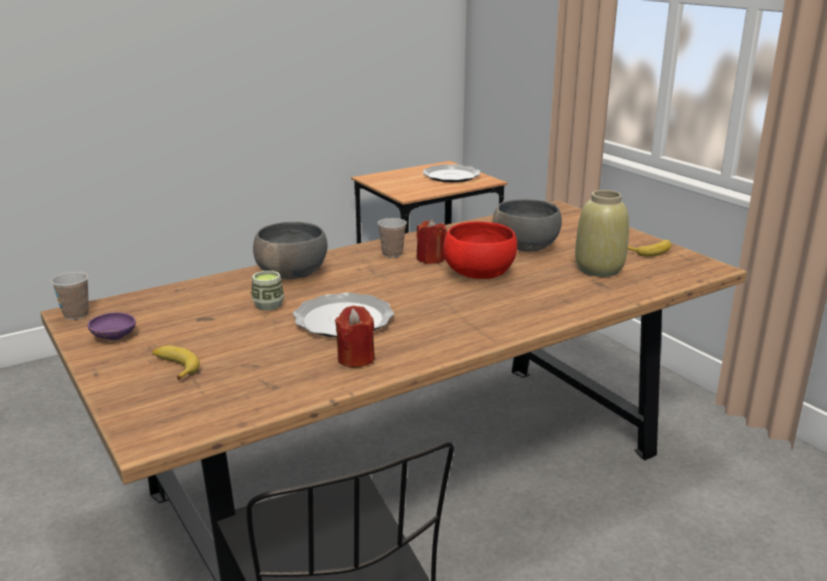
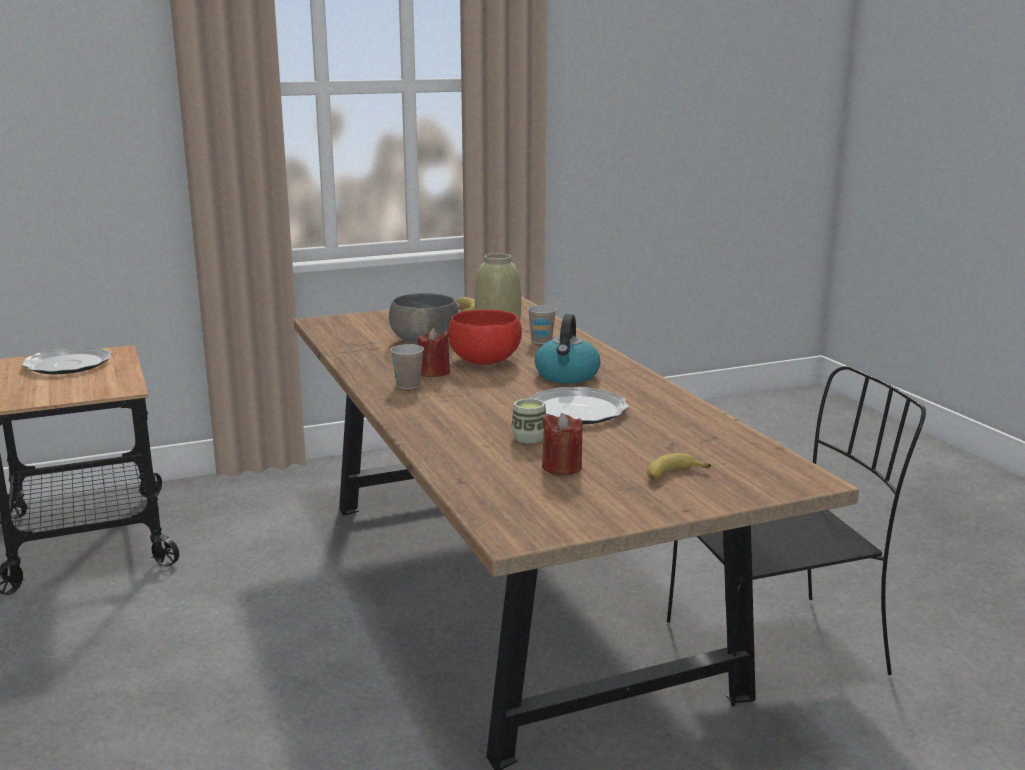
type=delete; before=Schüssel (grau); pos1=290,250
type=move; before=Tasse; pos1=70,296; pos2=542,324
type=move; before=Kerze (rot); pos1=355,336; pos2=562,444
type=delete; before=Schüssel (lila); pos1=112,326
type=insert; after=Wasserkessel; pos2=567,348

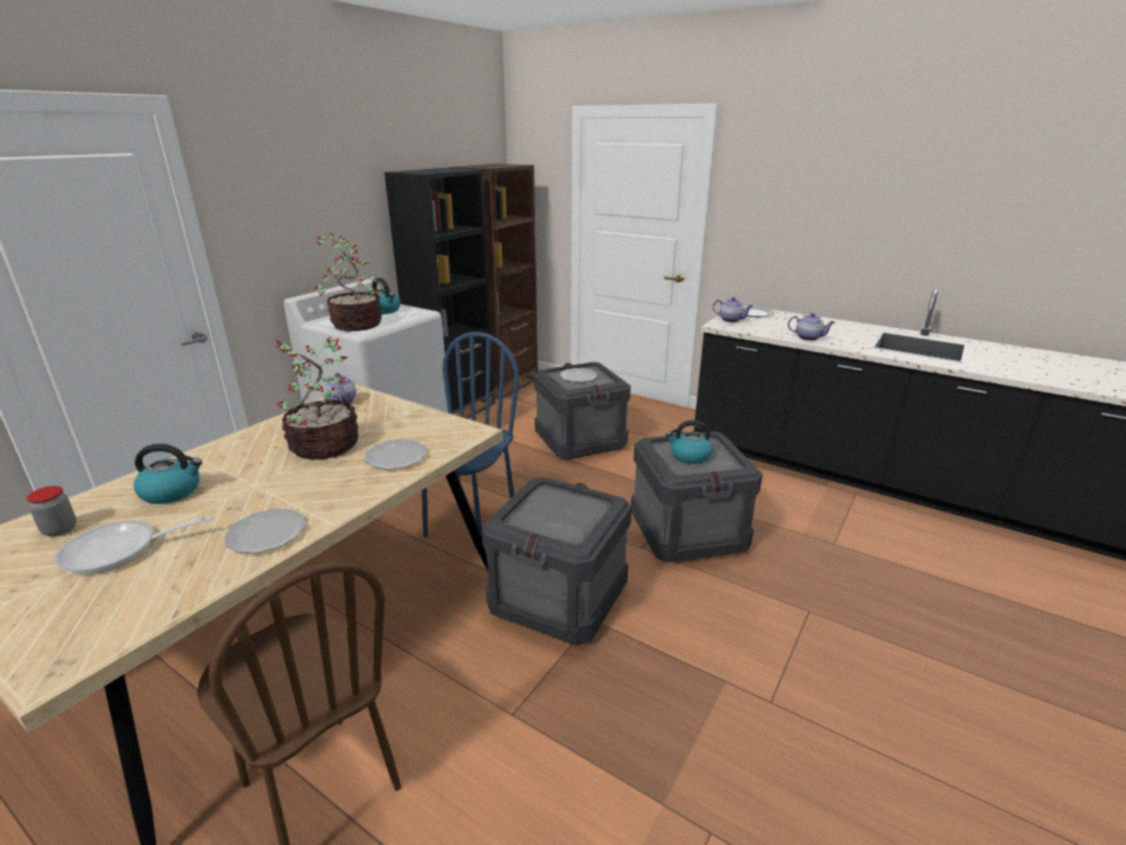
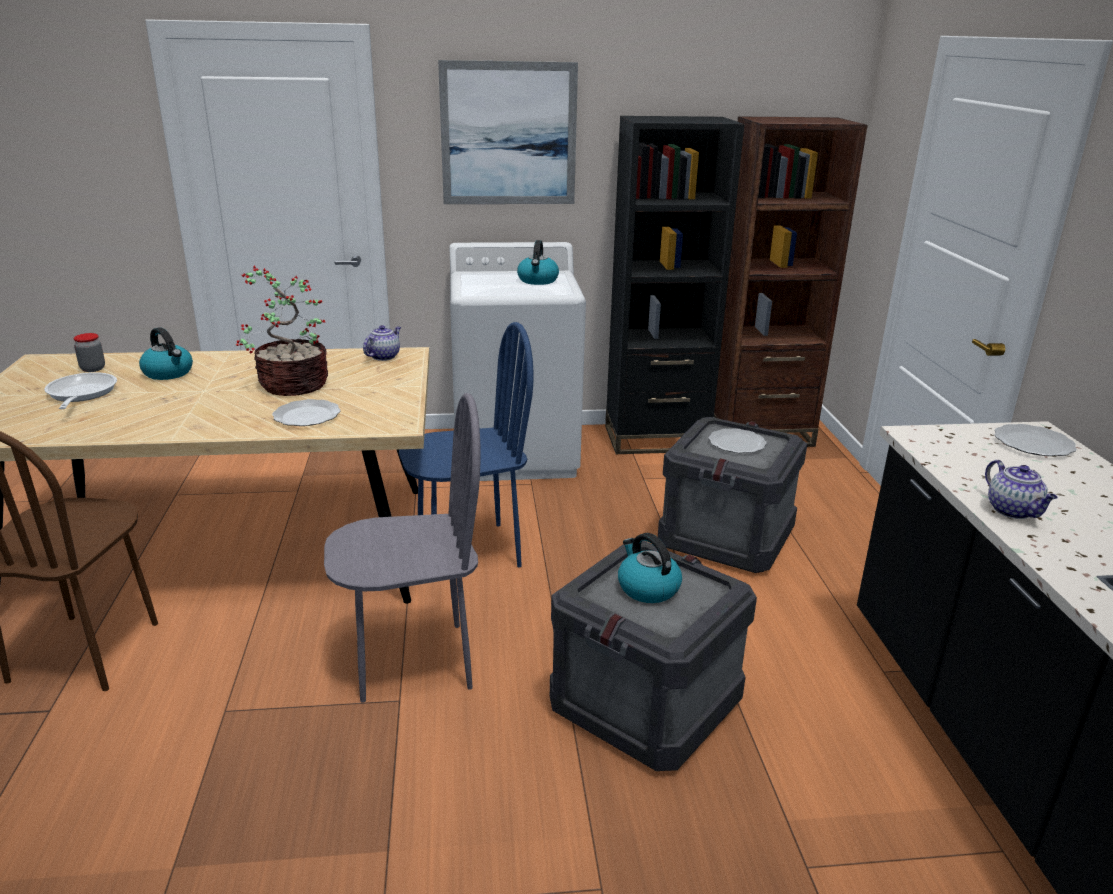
type=delete; before=Topfpflanze; pos1=348,281
type=delete; before=Teekanne; pos1=733,310
type=replace; before=Kiste; after=Stuhl (grau); pos1=557,561; pos2=402,548
type=delete; before=Teller; pos1=265,531
type=rotate; before=Pfanne; pos1=134,545; pos2=80,390; turn=45
type=insert; after=Bild; pos2=508,132

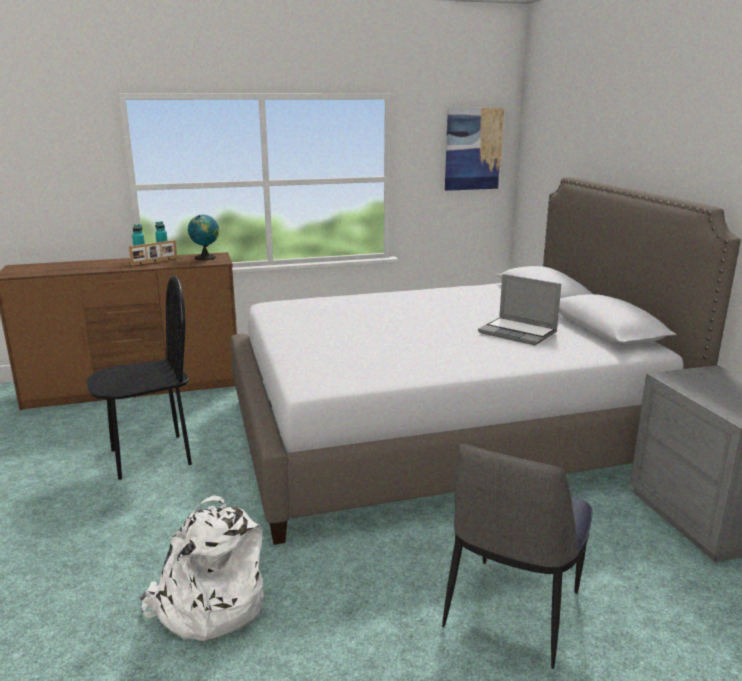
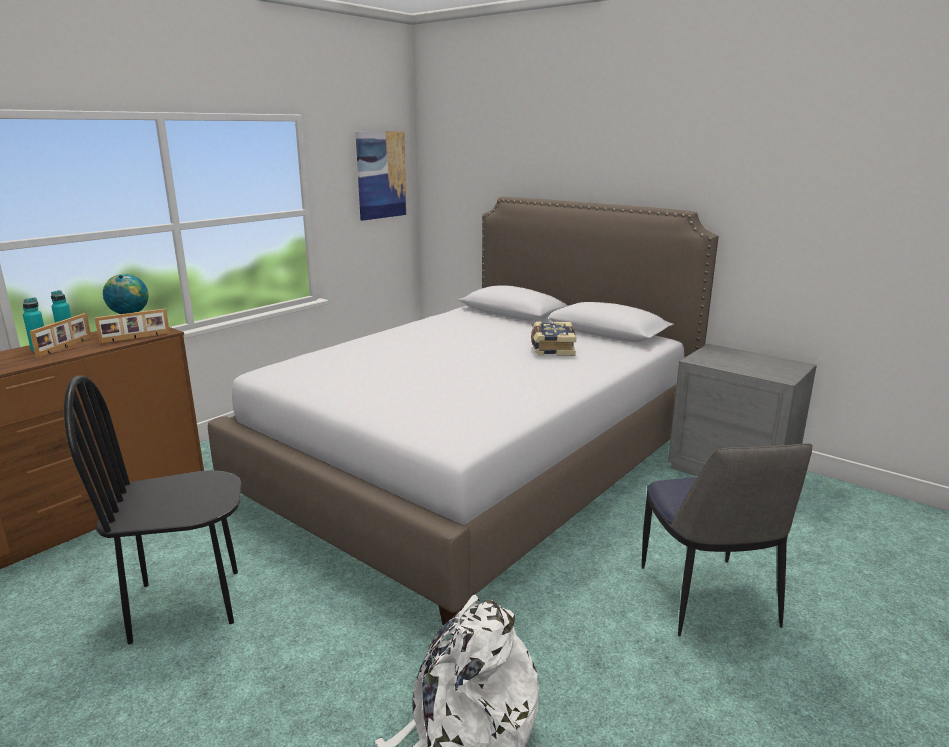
type=replace; before=Laptop; after=Buch; pos1=519,309; pos2=553,339
type=rotate; before=Stuhl (schwarz); pos1=139,377; pos2=153,509; turn=-135
type=insert; after=Bilderrahmen; pos2=132,326

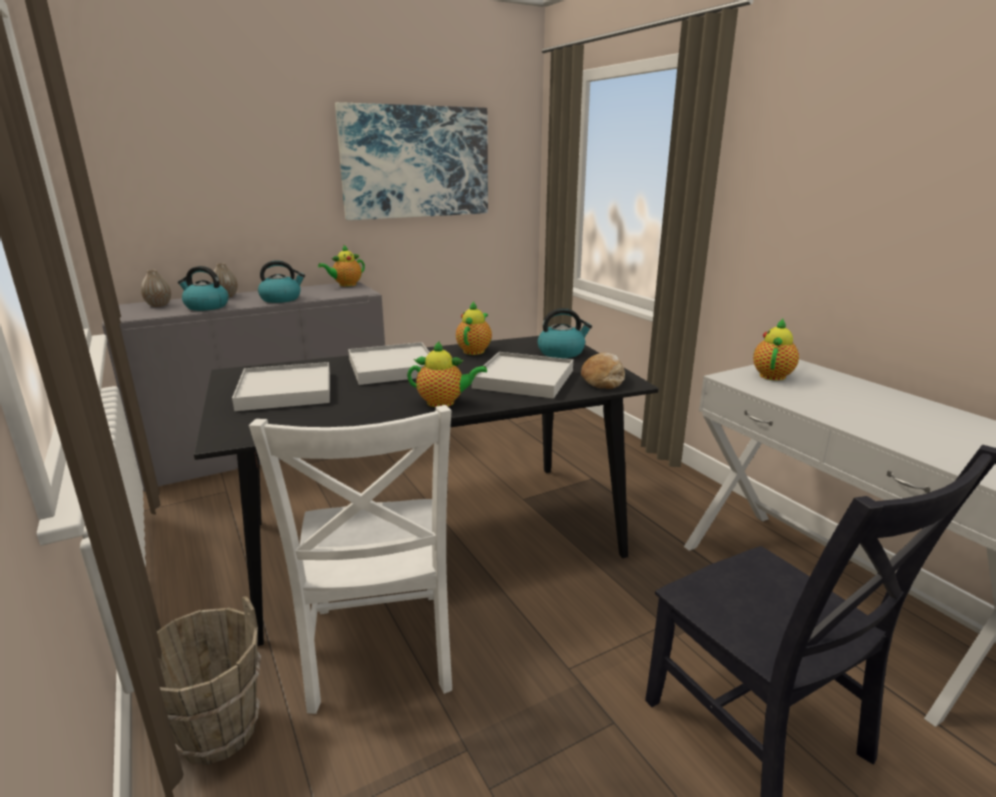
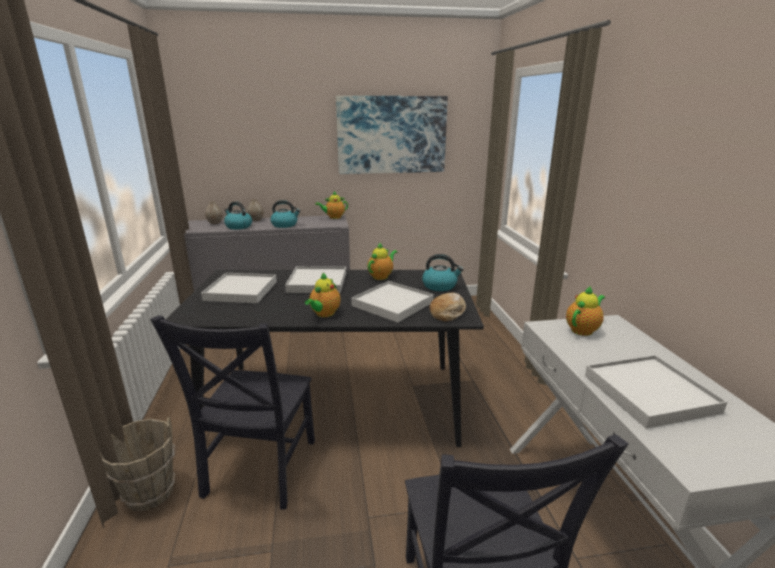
type=rotate; before=Teekanne; pos1=447,374; pos2=323,295; turn=90
type=recolor; before=Stuhl (weiß); after=Stuhl (schwarz); pos1=350,559; pos2=232,412
type=insert; after=Tablett (weiß); pos2=656,392

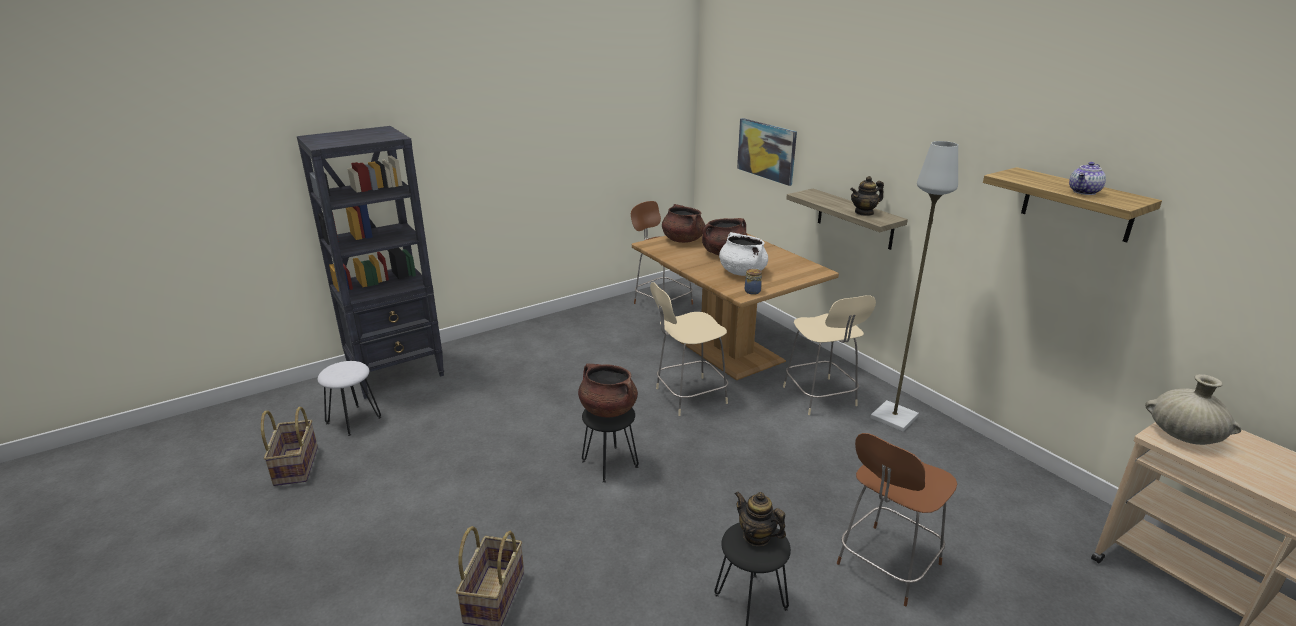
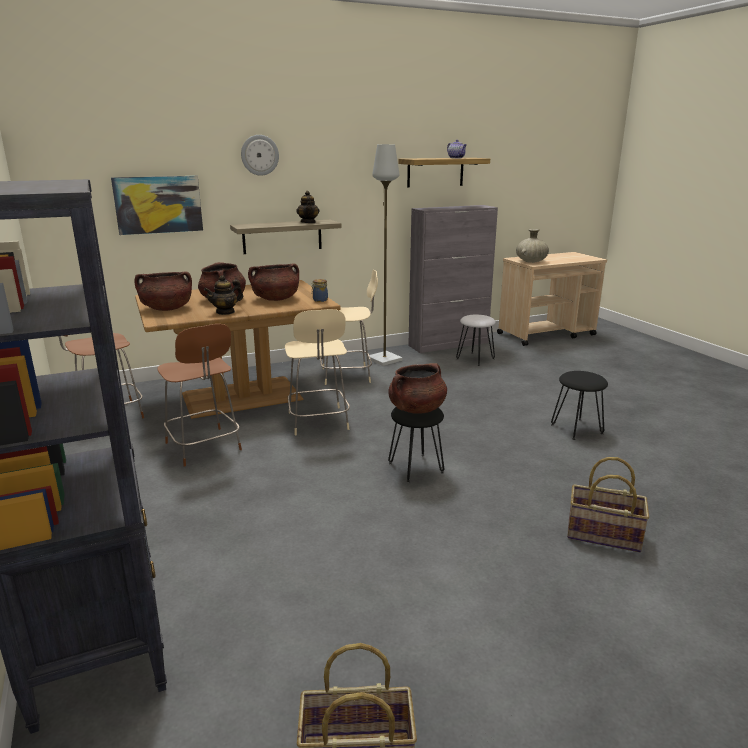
type=recolor; before=Kochtopf (weiß); after=Kochtopf (braun); pos1=743,254; pos2=273,282
type=move; before=Hocker (weiß); pos1=349,398; pos2=476,340
type=move; before=Stuhl (braun); pos1=897,519; pos2=199,395
type=move; before=Teekanne; pos1=760,519; pos2=223,295
type=insert; after=Wanduhr; pos2=260,155
type=insert; after=Schrank (grau); pos2=453,279

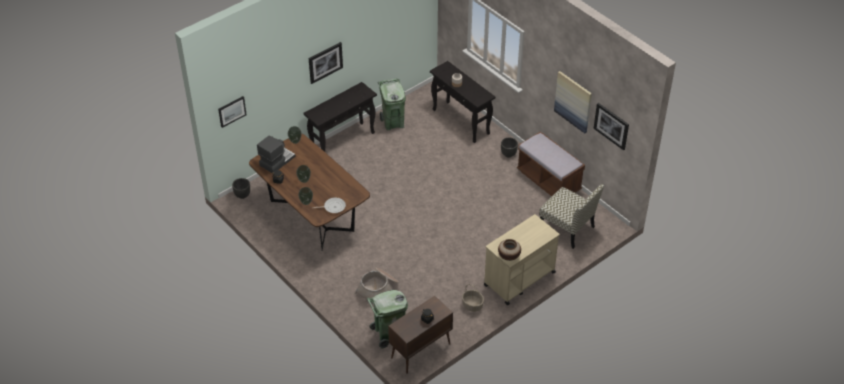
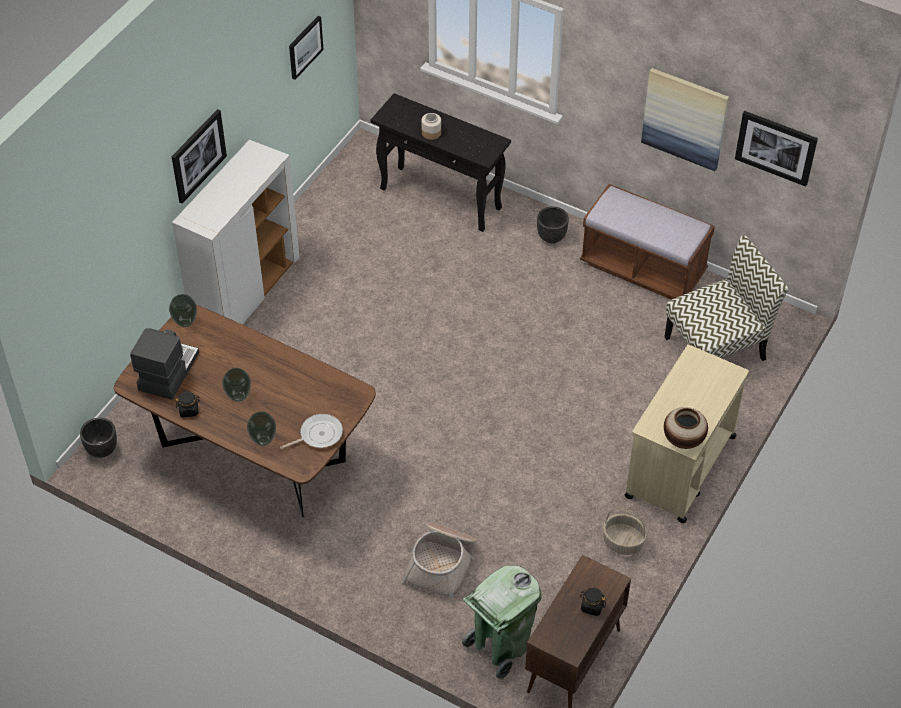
type=delete; before=Mülleimer (grün); pos1=392,104
type=replace; before=Konsolentisch (schwarz); after=Schrank (weiß); pos1=340,117; pos2=236,232
type=move; before=Bild; pos1=232,112; pos2=306,48
type=rotate; before=Stuhl; pos1=571,216; pos2=726,298; turn=-45

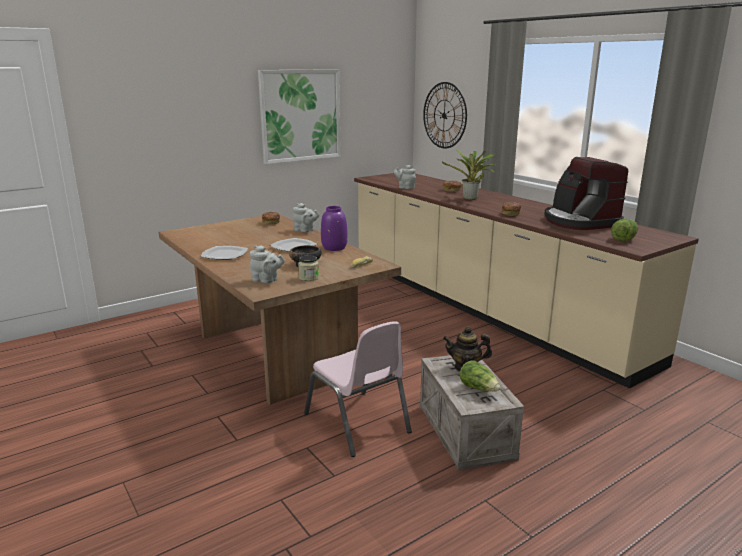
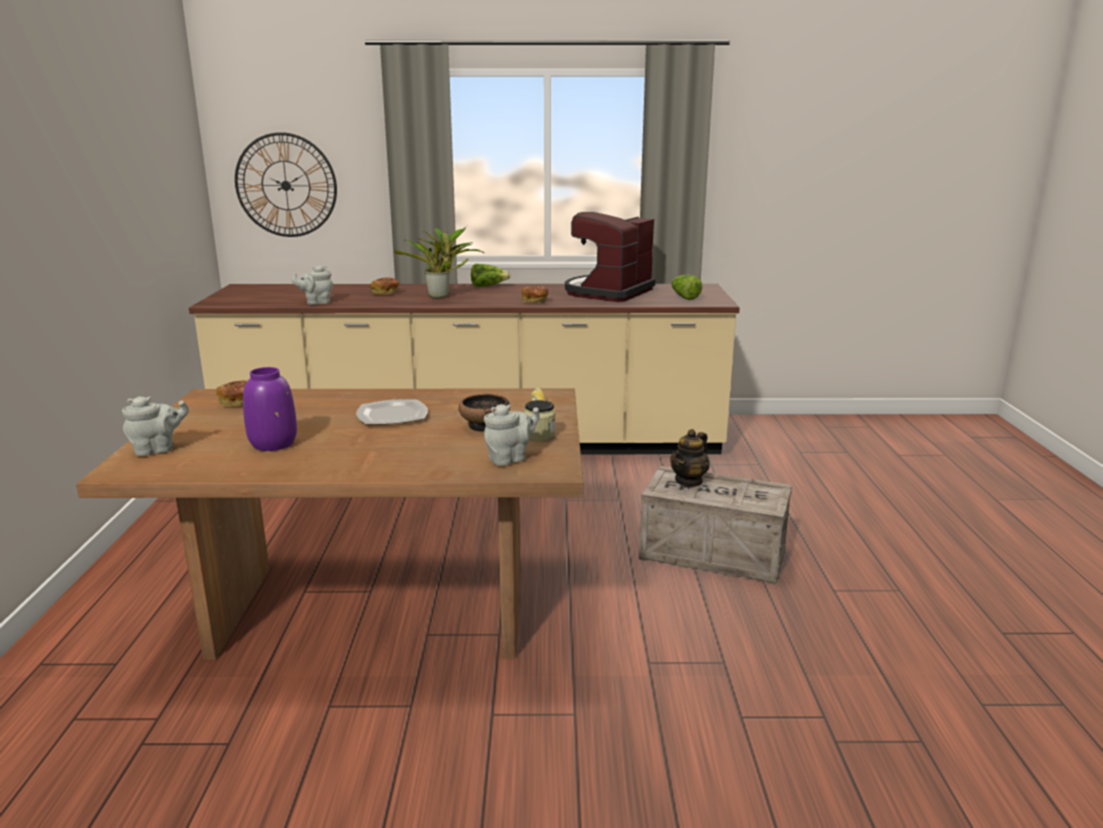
type=delete; before=Bild; pos1=299,116
type=rotate; before=Kaffeemaschine; pos1=586,193; pos2=610,257; turn=105
type=move; before=Teekanne (grau); pos1=306,217; pos2=155,426
type=move; before=Vase (lila); pos1=334,228; pos2=270,409
type=delete; before=Teller; pos1=224,253
type=delete; before=Stuhl (rosa); pos1=358,389
type=move; before=Salatkopf; pos1=480,375; pos2=491,275

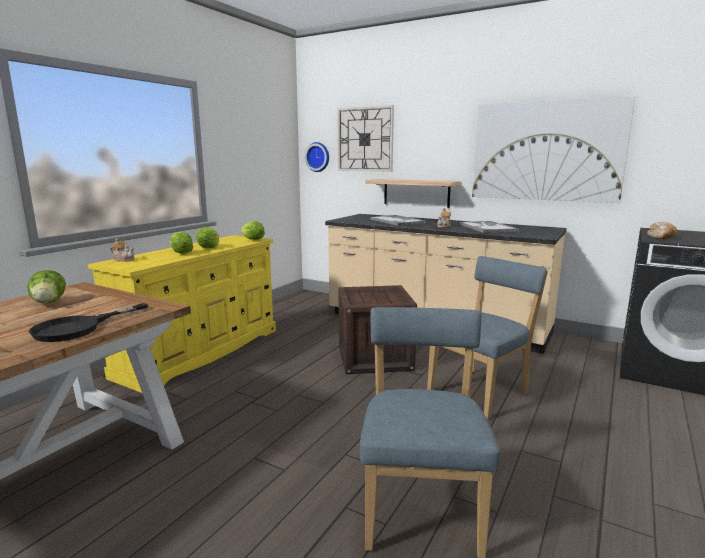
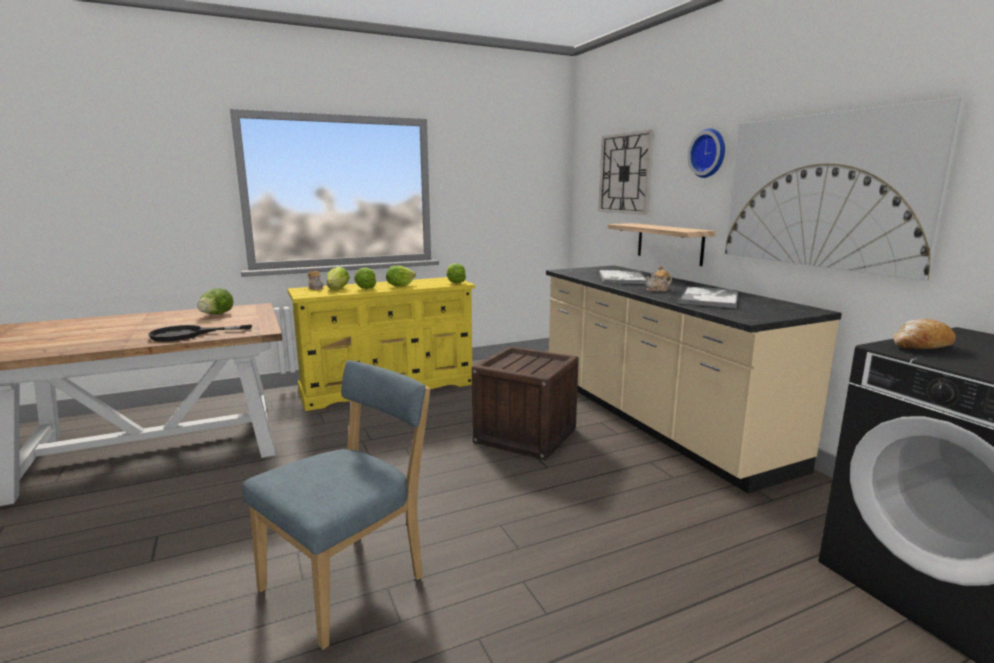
type=move; before=Wanduhr; pos1=317,157; pos2=706,153
type=delete; before=Stuhl (blau); pos1=487,337
type=insert; after=Salatkopf; pos2=338,278

